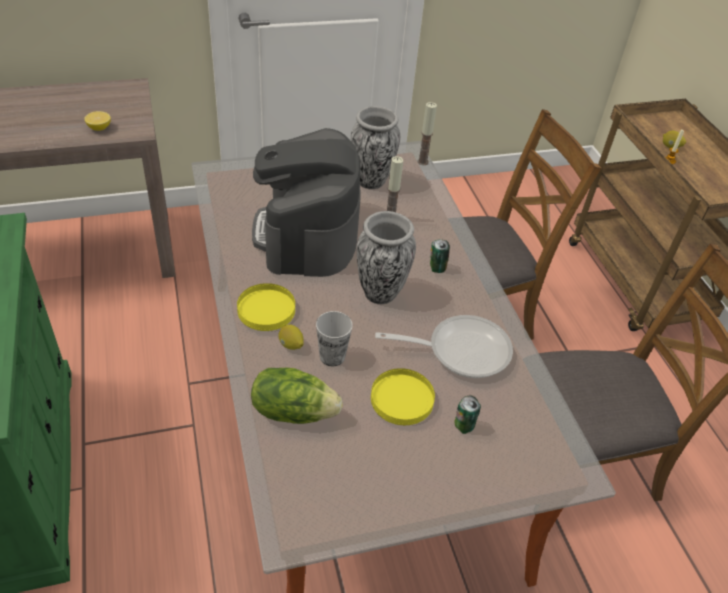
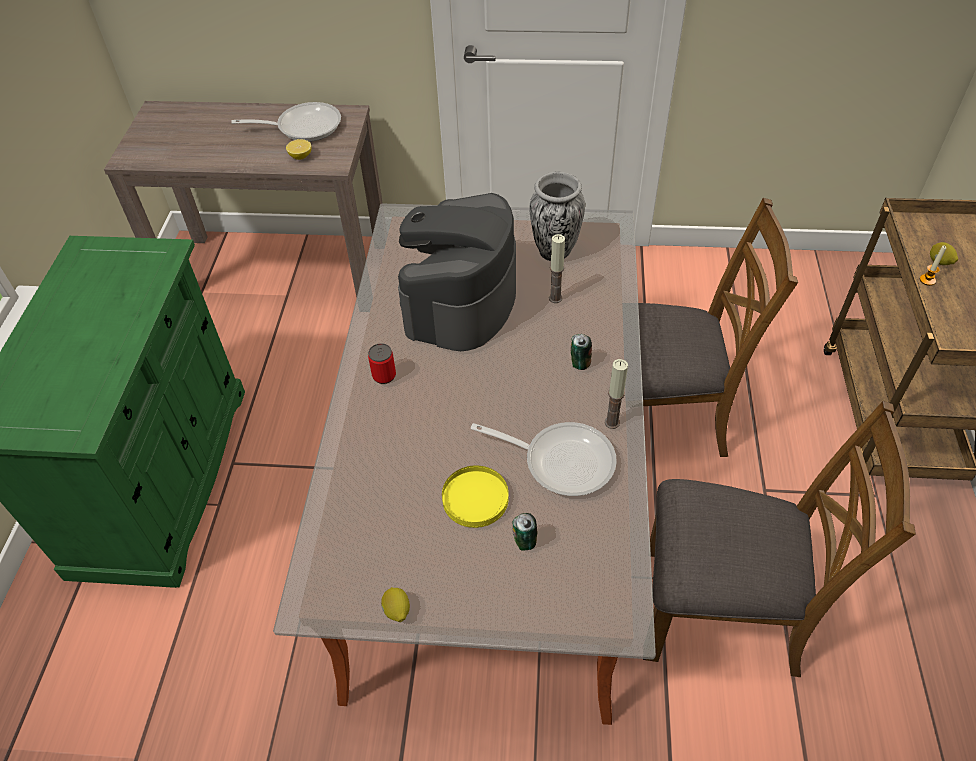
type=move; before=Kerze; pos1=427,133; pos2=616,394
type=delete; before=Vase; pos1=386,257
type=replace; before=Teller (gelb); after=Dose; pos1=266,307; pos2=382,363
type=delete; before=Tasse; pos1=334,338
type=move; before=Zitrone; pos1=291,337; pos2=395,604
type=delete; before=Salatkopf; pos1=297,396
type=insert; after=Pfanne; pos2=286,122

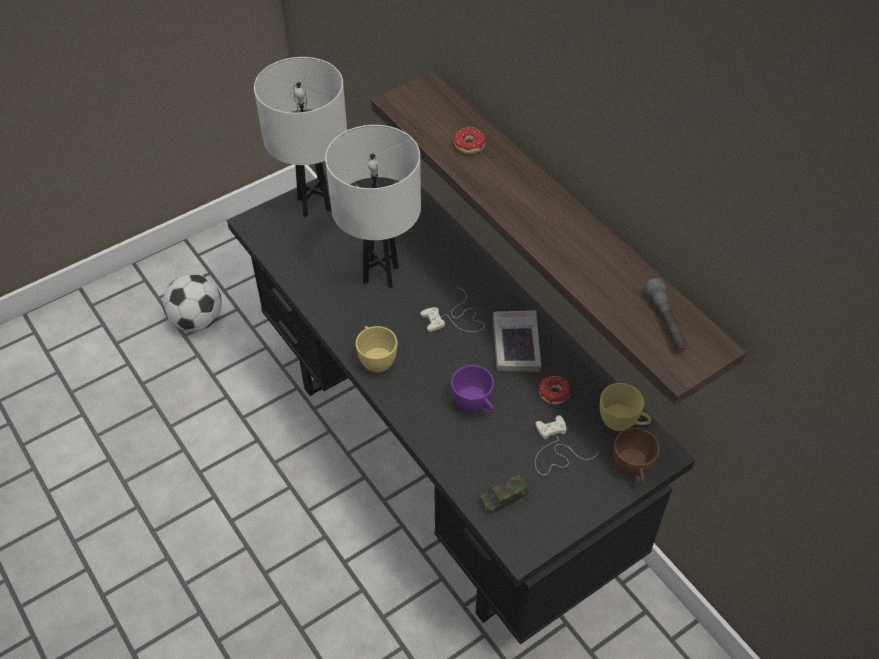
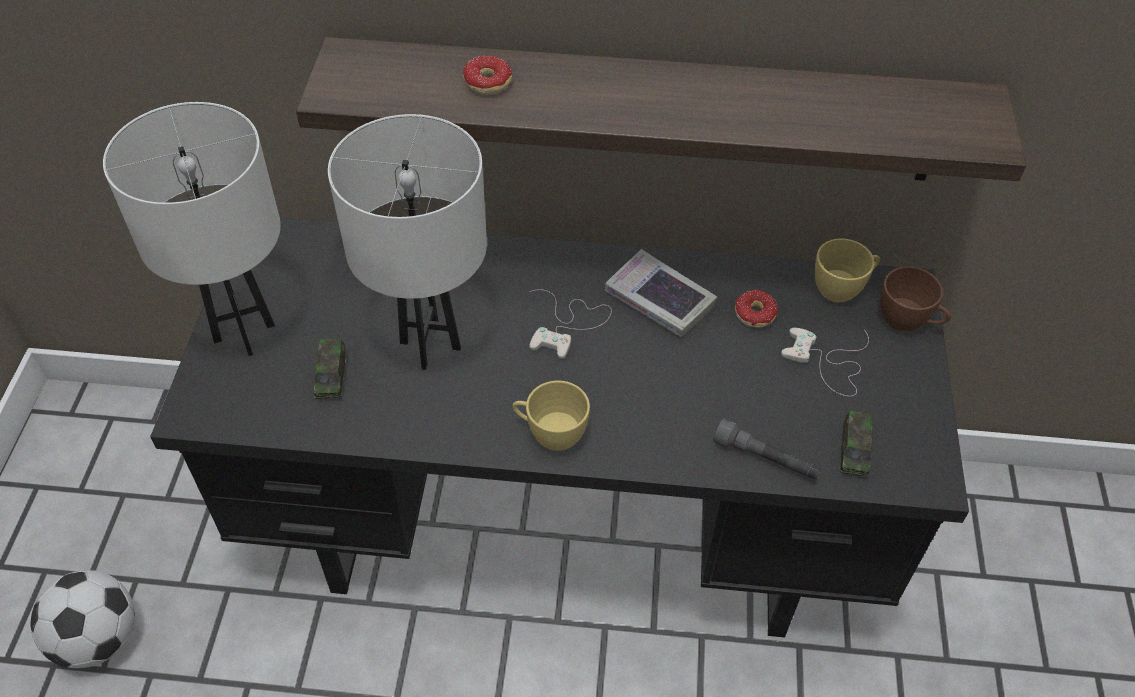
type=move; before=Taschenlampe (grau); pos1=666,314; pos2=767,449
type=delete; before=Tasse (lila); pos1=472,389
type=insert; after=Spielzeugauto; pos2=330,369

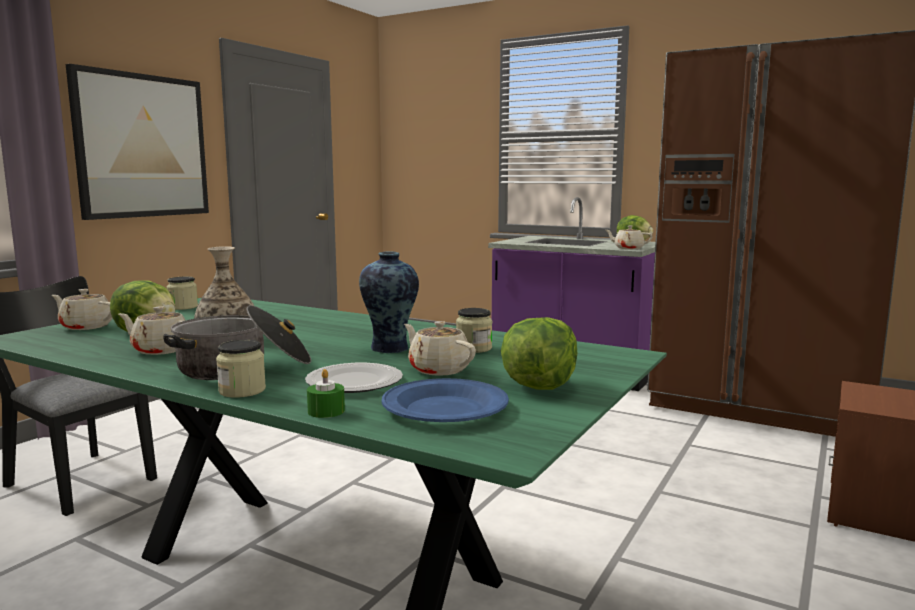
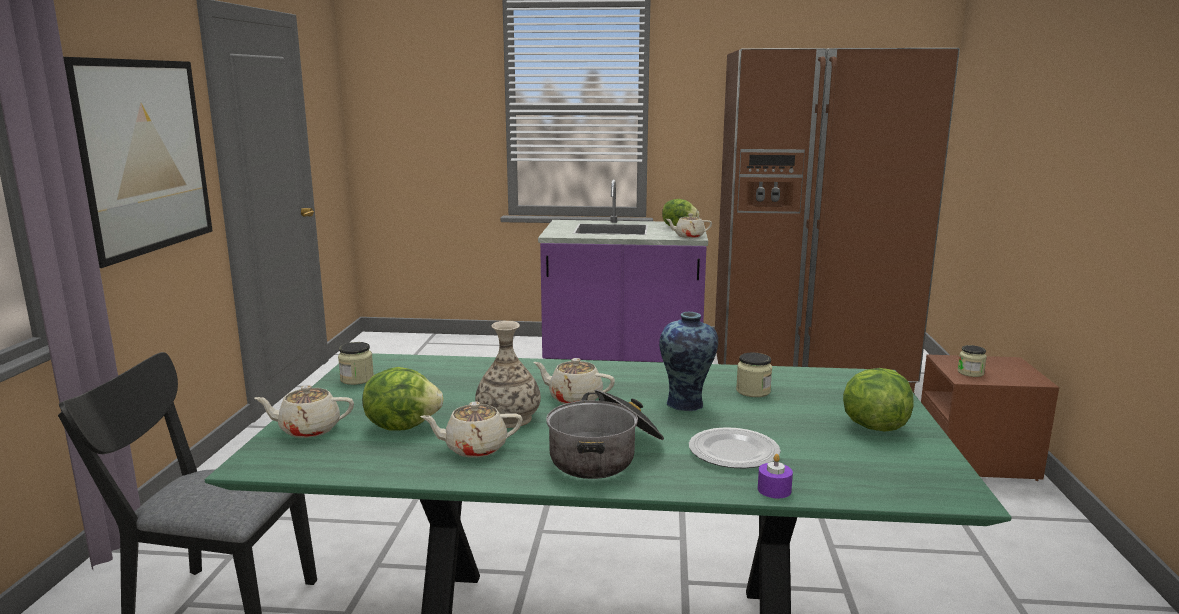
type=move; before=Teekanne (beige); pos1=440,348; pos2=574,381
type=move; before=Vorratsglas; pos1=241,369; pos2=972,361
type=recolor; before=Kerze (grün); after=Kerze (lila); pos1=326,393; pos2=775,476
type=delete; before=Teller (blau); pos1=445,400

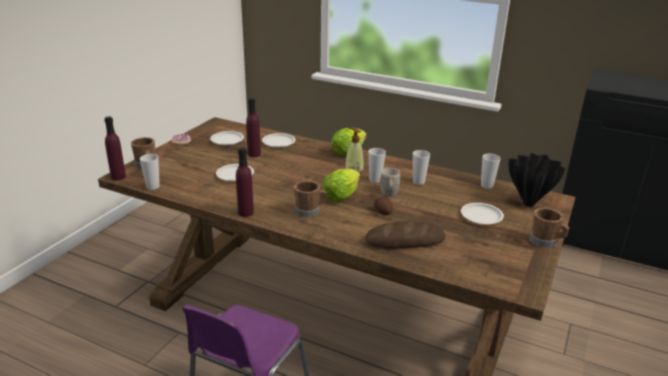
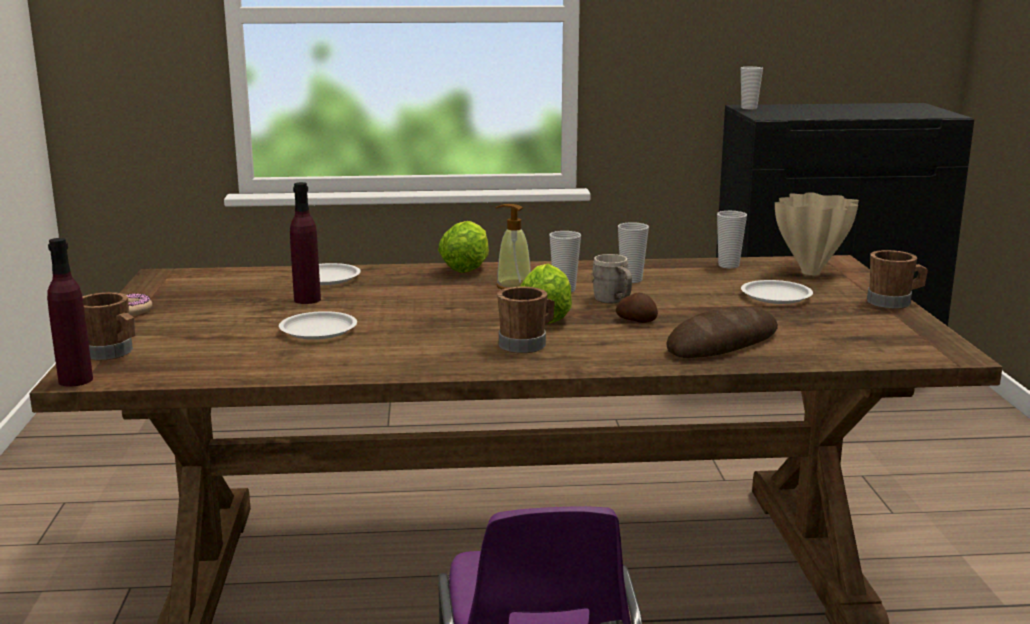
type=delete; before=Teller (weiß); pos1=227,138
type=delete; before=Flasche (lila); pos1=245,182
type=recolor; before=Vase (schwarz); after=Vase (beige); pos1=537,180; pos2=817,233
type=move; before=Tasse; pos1=150,172; pos2=752,88

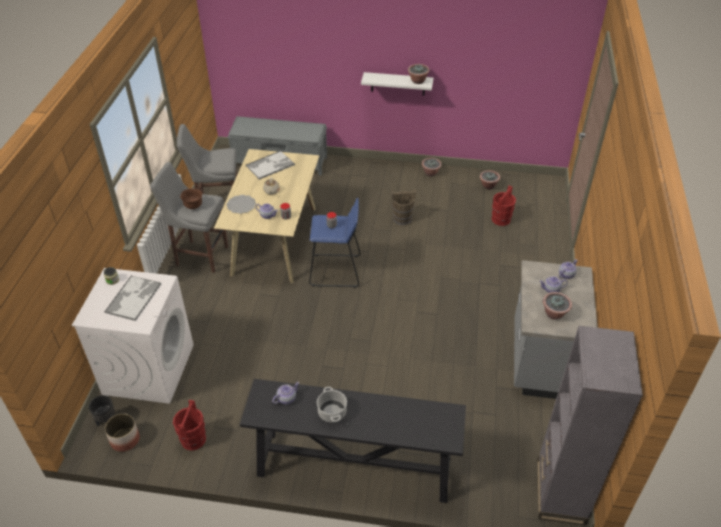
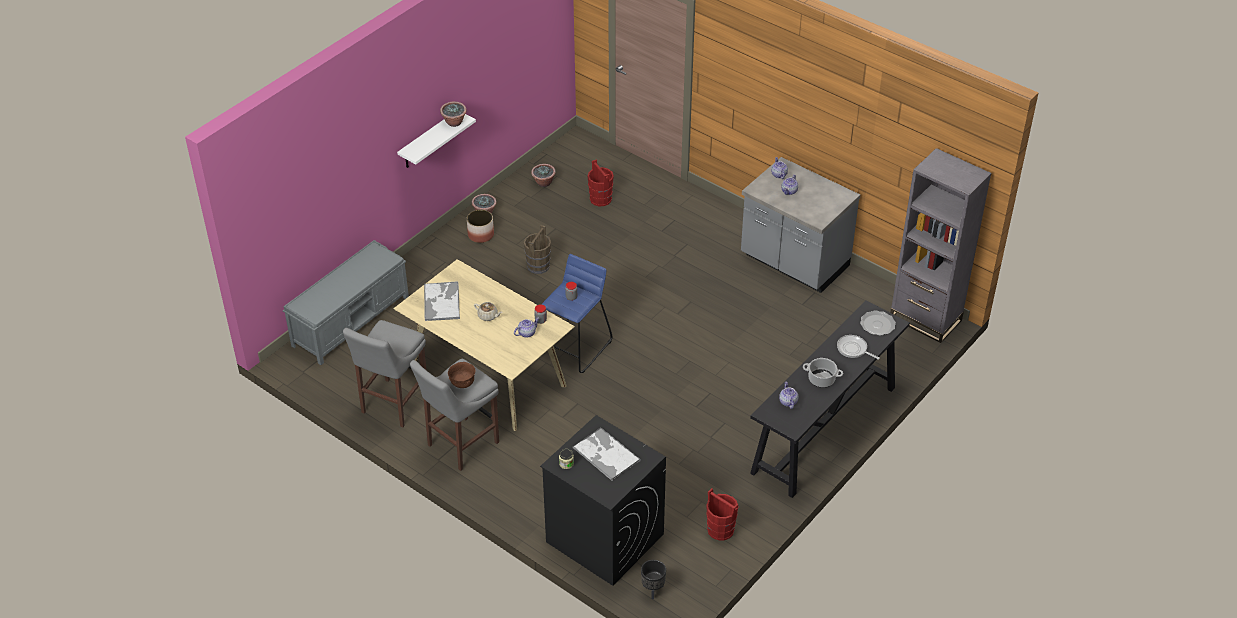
type=move; before=Teller; pos1=241,204; pos2=878,323
type=recolor; before=Waschmaschine (weiß); after=Waschmaschine (schwarz); pos1=133,336; pos2=603,500
type=delete; before=Topfpflanze; pos1=557,306
type=move; before=Pflanzkübel; pos1=122,432; pos2=480,226
type=insert; after=Pfanne; pos2=858,347

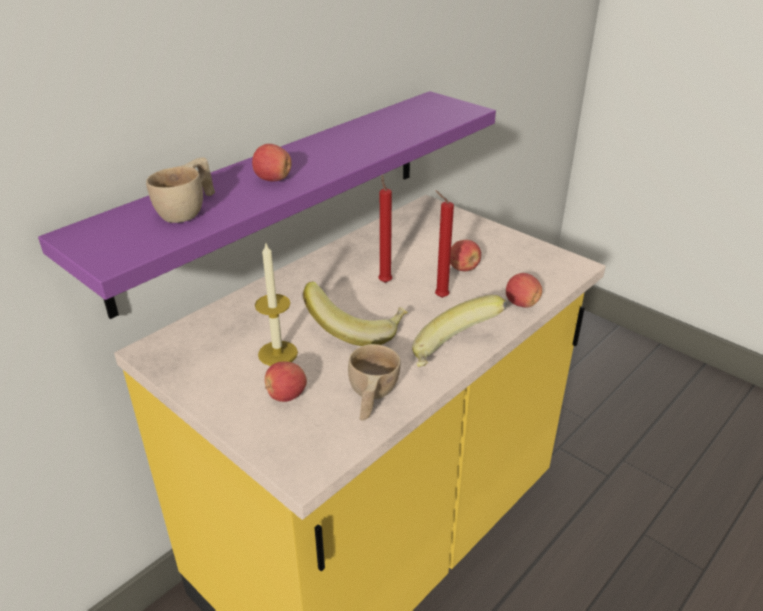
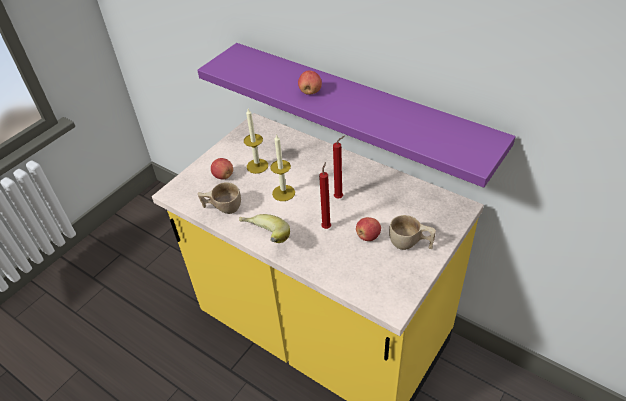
type=move; before=Tasse (beige); pos1=180,190; pos2=412,232
type=delete; before=Apfel; pos1=524,290
type=replace; before=Banane; after=Kerze; pos1=355,313; pos2=282,167

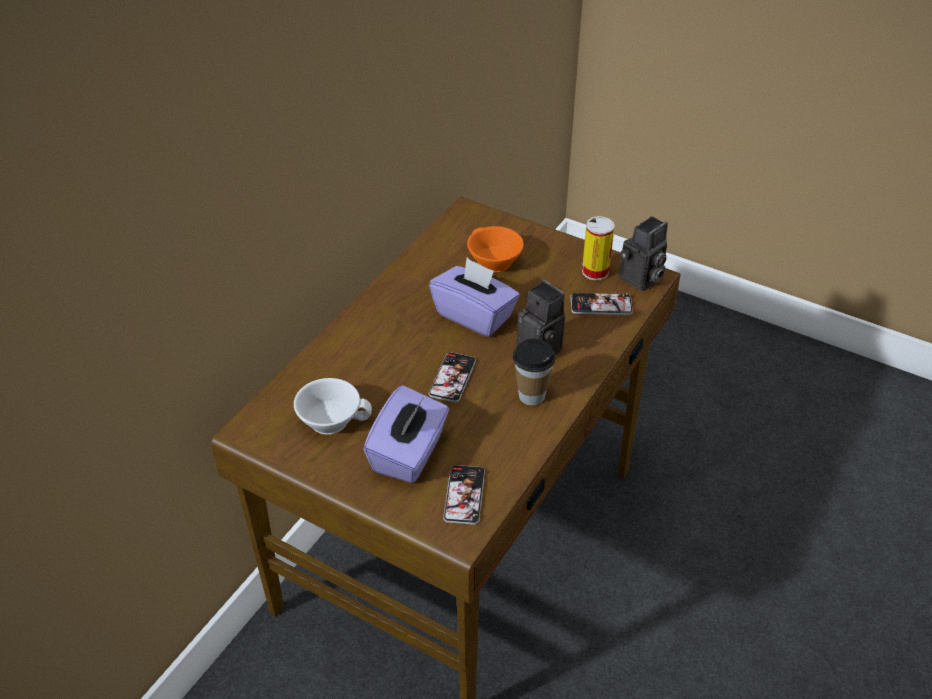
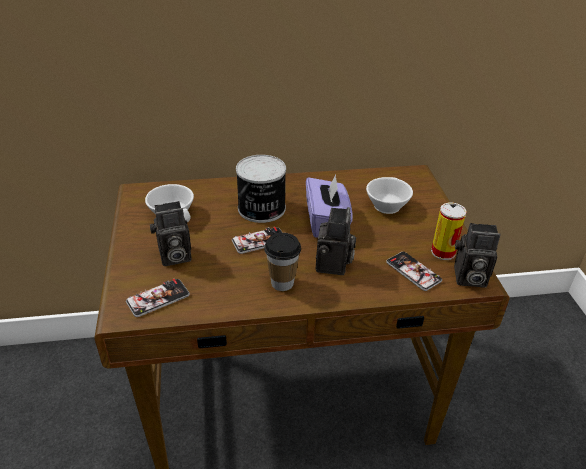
type=recolor; before=Tasse (orange); after=Tasse (weiß); pos1=495,249; pos2=389,195
type=replace; before=Taschentuchbox (lila); after=Kamera; pos1=406,434; pos2=170,233
type=insert; after=Dose; pos2=261,189

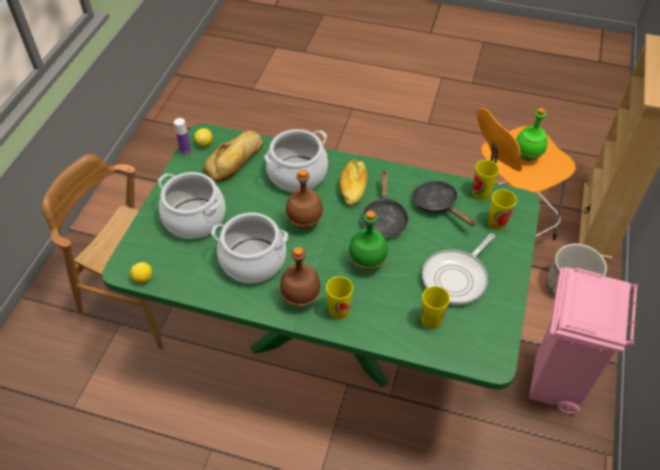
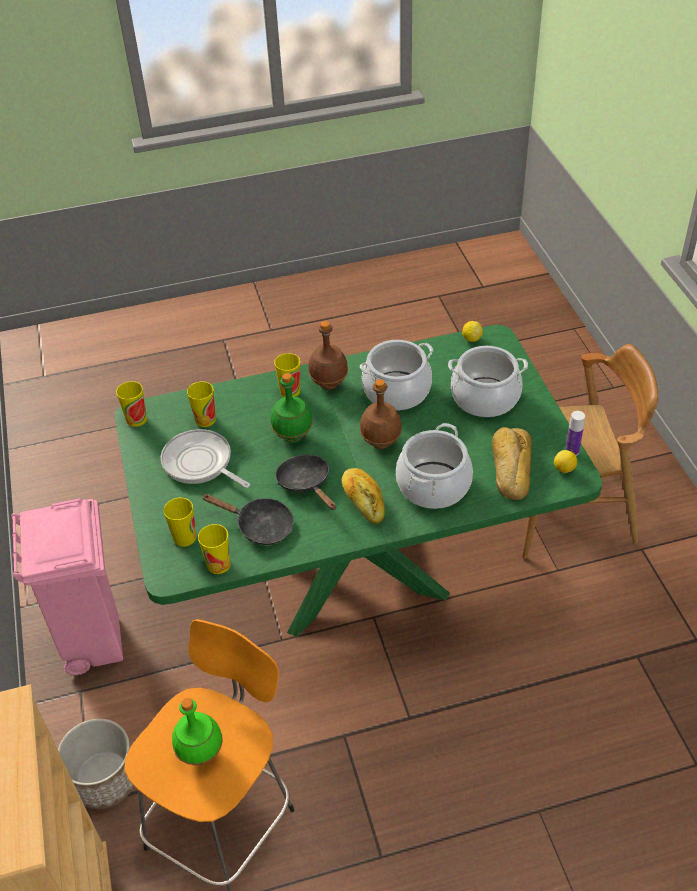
type=rotate; before=Pfanne; pos1=458,269; pos2=205,458; turn=-60
type=insert; after=Tasse; pos2=131,404

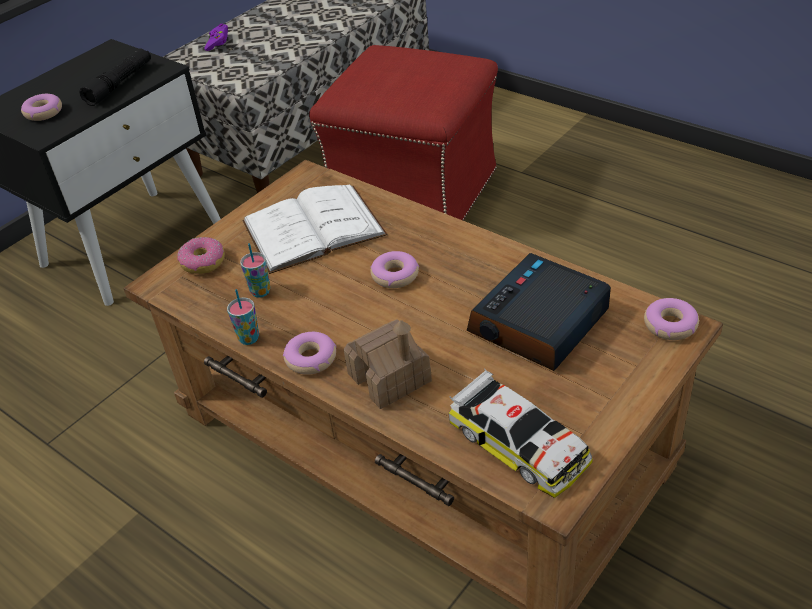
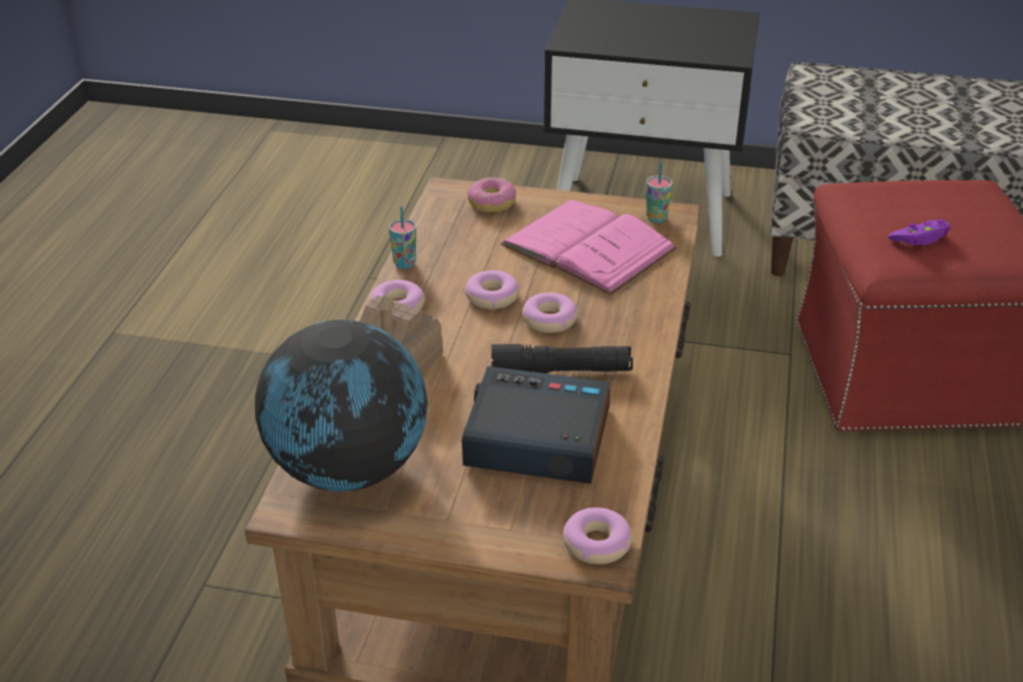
type=move; before=Gamepad (lila); pos1=216,37; pos2=919,232
type=move; before=Taschenlampe (schwarz); pos1=115,77; pos2=562,358
type=move; before=Donut; pos1=41,107; pos2=492,289
type=recolor; before=Buch (weiß); after=Buch (rosa); pos1=315,229; pos2=588,247
type=move; before=Tasse; pos1=255,270; pos2=659,193
type=replace; before=Spielzeugauto; after=Globus; pos1=521,433; pos2=341,405

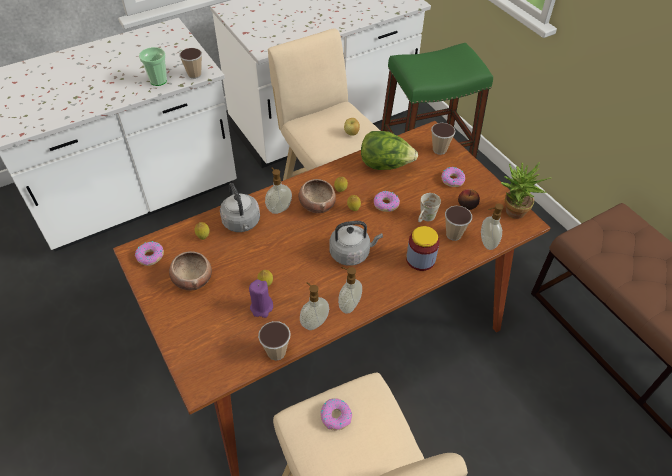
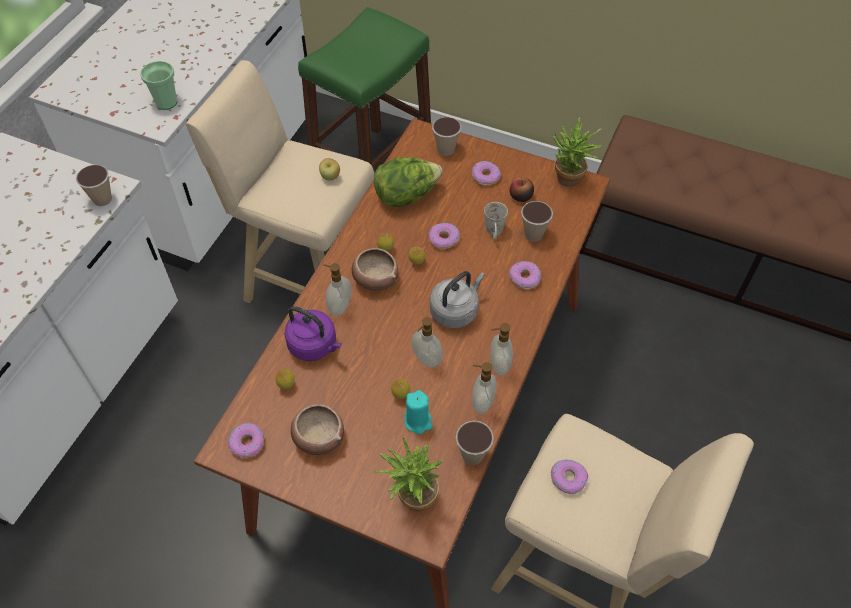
type=move; before=Tasse; pos1=153,66; pos2=158,85
type=recolor; before=Wasserkessel (grau); after=Wasserkessel (lila); pos1=240,207; pos2=313,333
type=move; before=Seifenspender; pos1=492,226; pos2=427,342
type=replace; before=Vorratsglas; after=Donut; pos1=422,248; pos2=525,275
type=recolor; before=Kerze (lila); after=Kerze (türkis); pos1=261,298; pos2=418,412
type=insert; after=Topfpflanze; pos2=408,474

